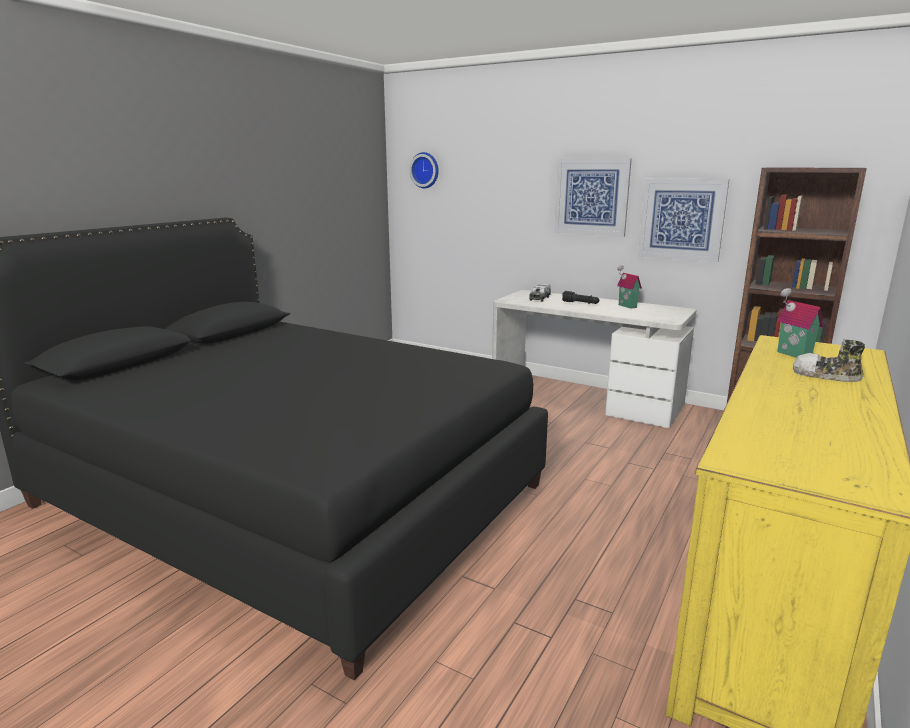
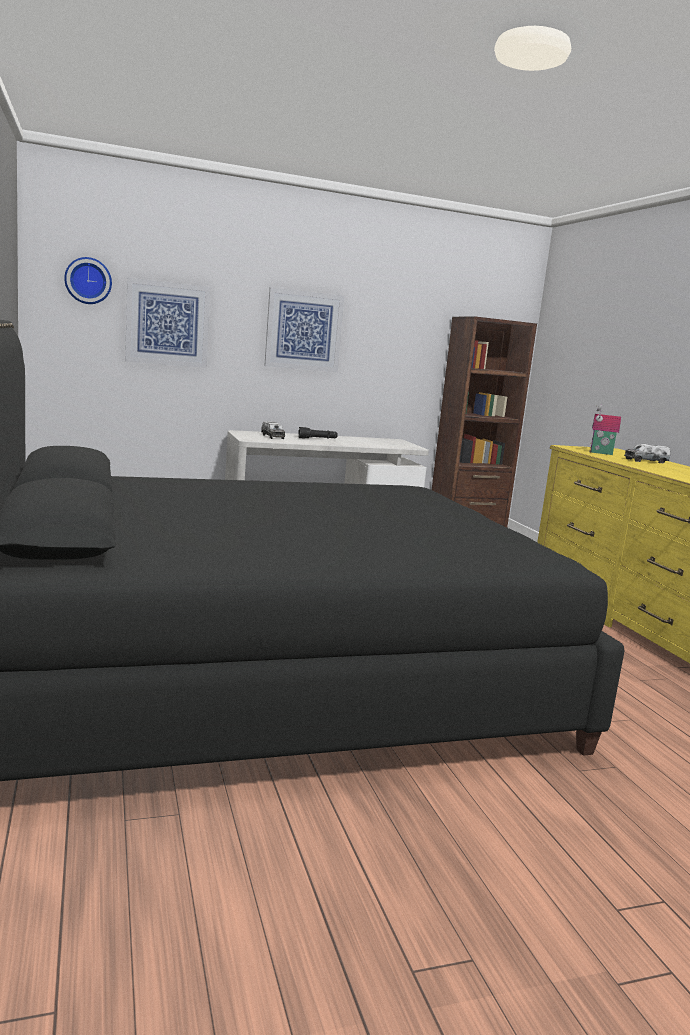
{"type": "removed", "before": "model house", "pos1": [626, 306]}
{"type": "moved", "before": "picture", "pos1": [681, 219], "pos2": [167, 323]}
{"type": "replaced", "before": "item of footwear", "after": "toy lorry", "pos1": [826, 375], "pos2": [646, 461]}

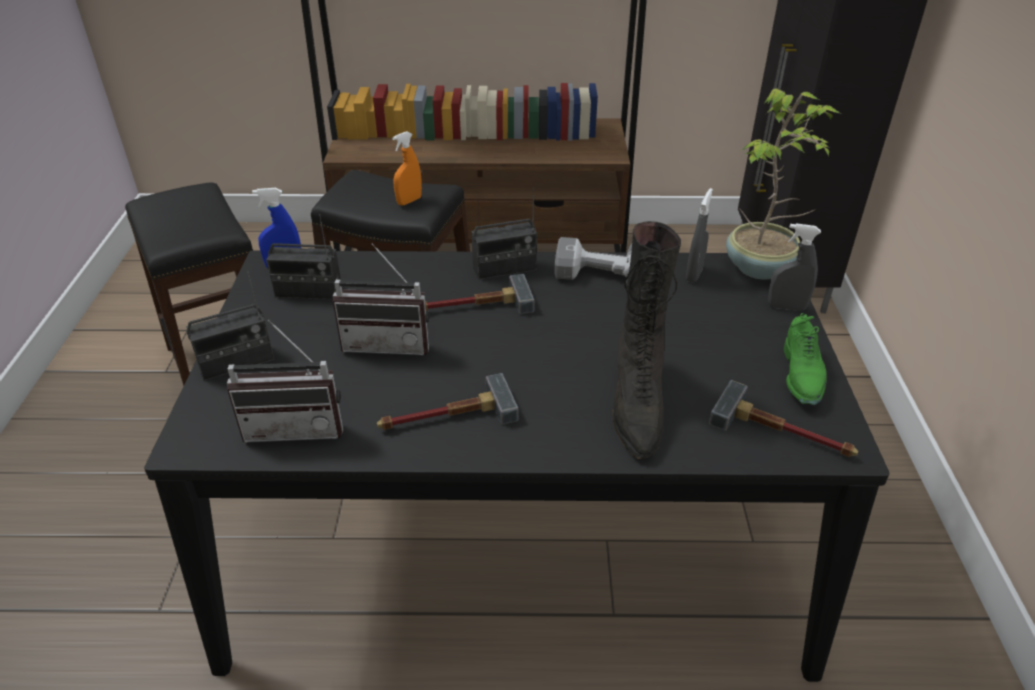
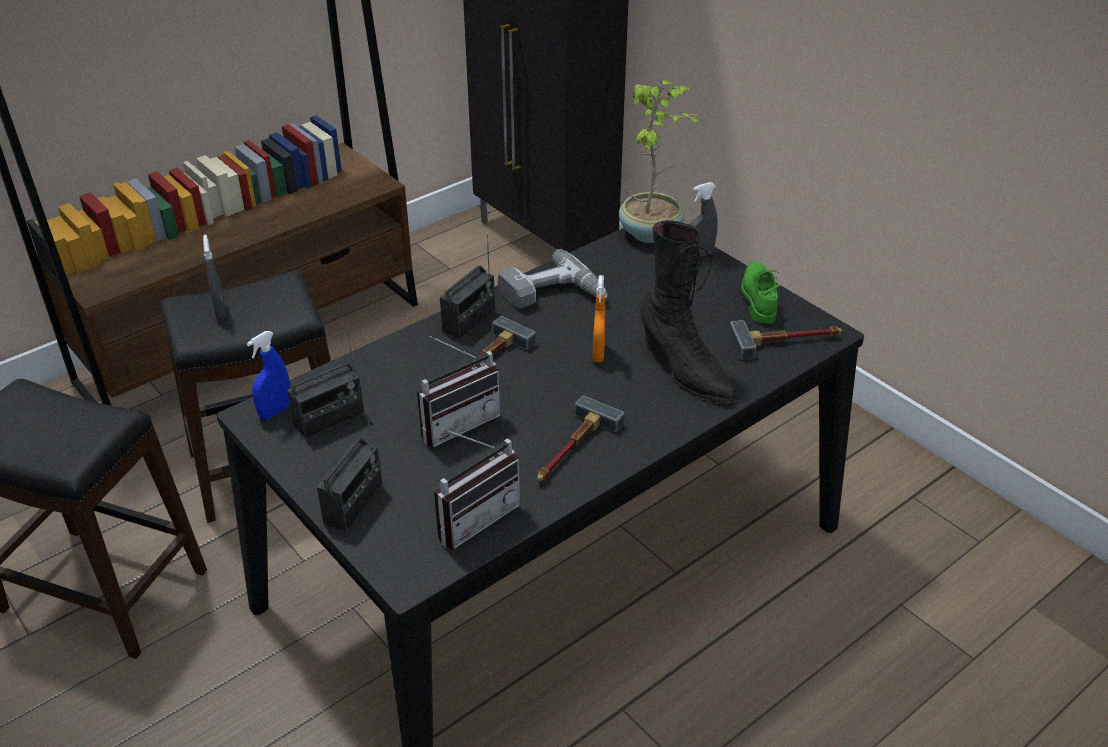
{"type": "moved", "before": "orange-coloured hand sprayer", "pos1": [409, 201], "pos2": [598, 353]}
{"type": "moved", "before": "grey hand sprayer", "pos1": [694, 274], "pos2": [220, 311]}
{"type": "turned", "before": "green item of footwear", "pos1": [802, 376], "pos2": [758, 298], "turn": -150}

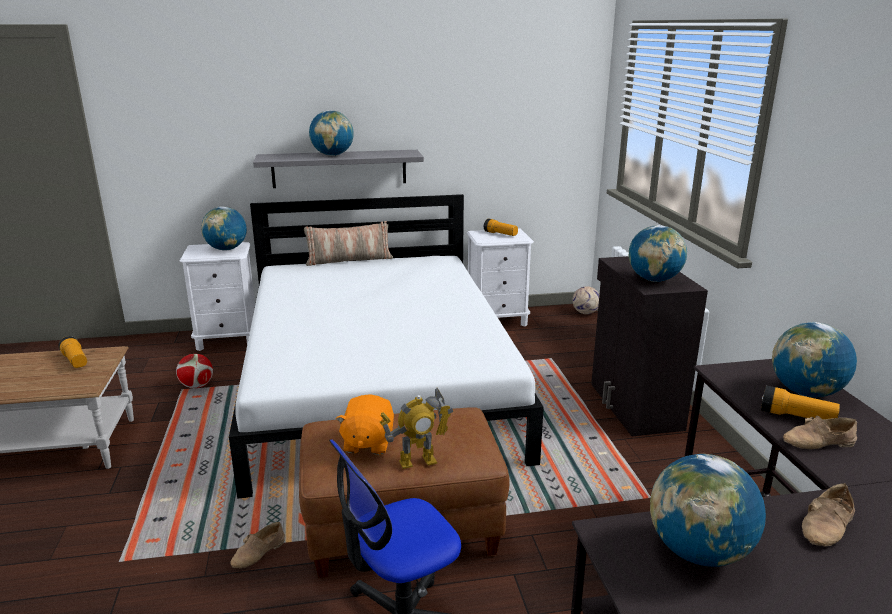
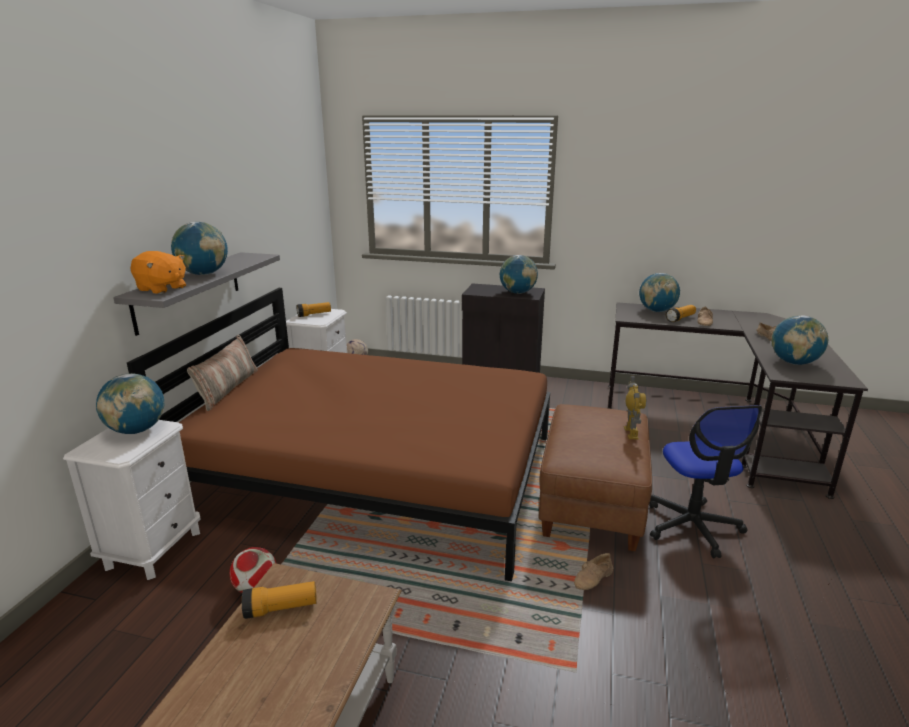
{"type": "moved", "before": "orange-coloured soft toy", "pos1": [367, 443], "pos2": [162, 289]}
{"type": "recoloured", "before": "whitish bed", "after": "brownish bed", "pos1": [377, 384], "pos2": [375, 471]}
{"type": "turned", "before": "beige-coloured item of footwear", "pos1": [259, 553], "pos2": [594, 578], "turn": 75}

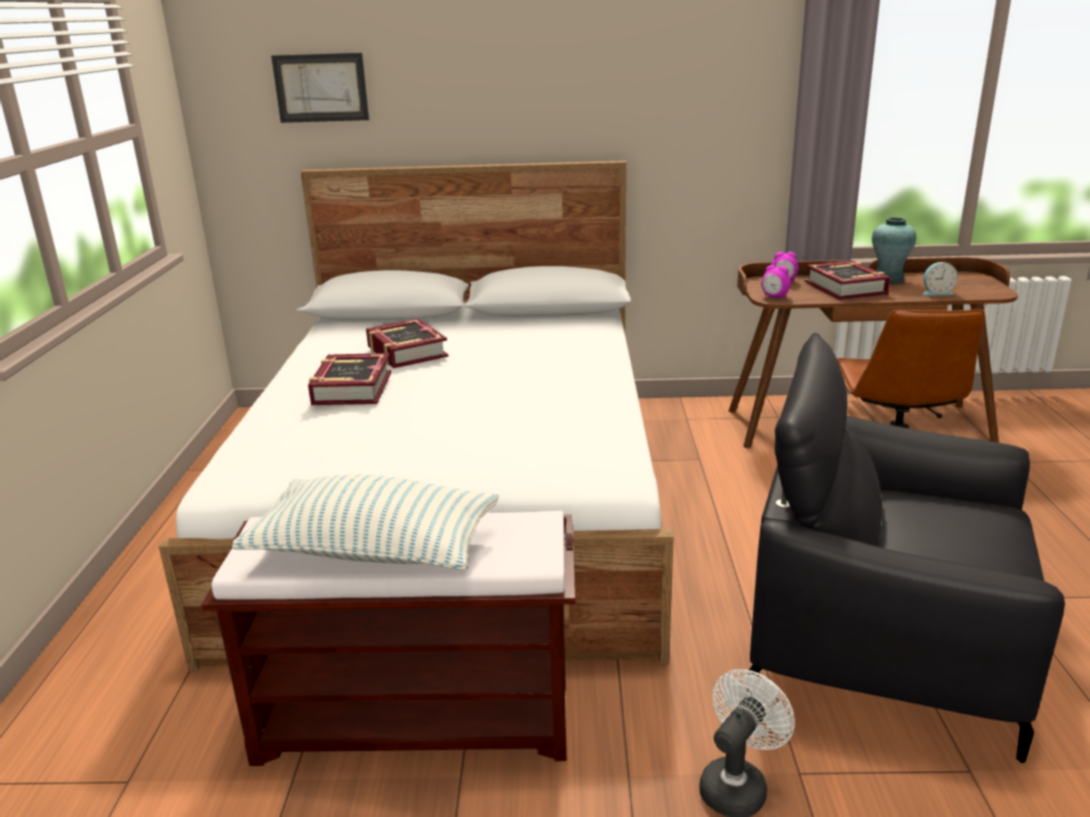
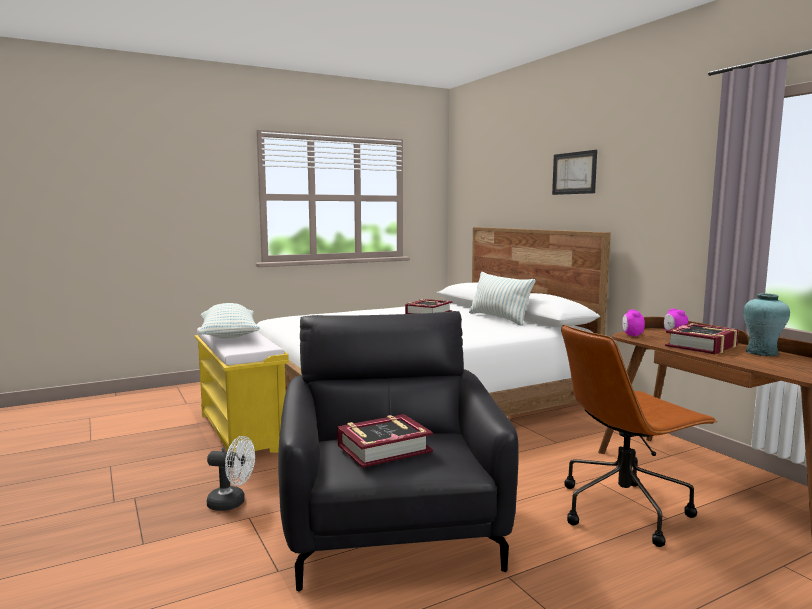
{"type": "removed", "before": "table clock", "pos1": [936, 293]}
{"type": "added", "after": "cushion", "pos2": [499, 318]}
{"type": "moved", "before": "picture", "pos1": [321, 88], "pos2": [574, 173]}
{"type": "moved", "before": "book", "pos1": [351, 388], "pos2": [384, 448]}
{"type": "recoloured", "before": "brownish bench", "after": "yellowish bench", "pos1": [419, 719], "pos2": [242, 433]}

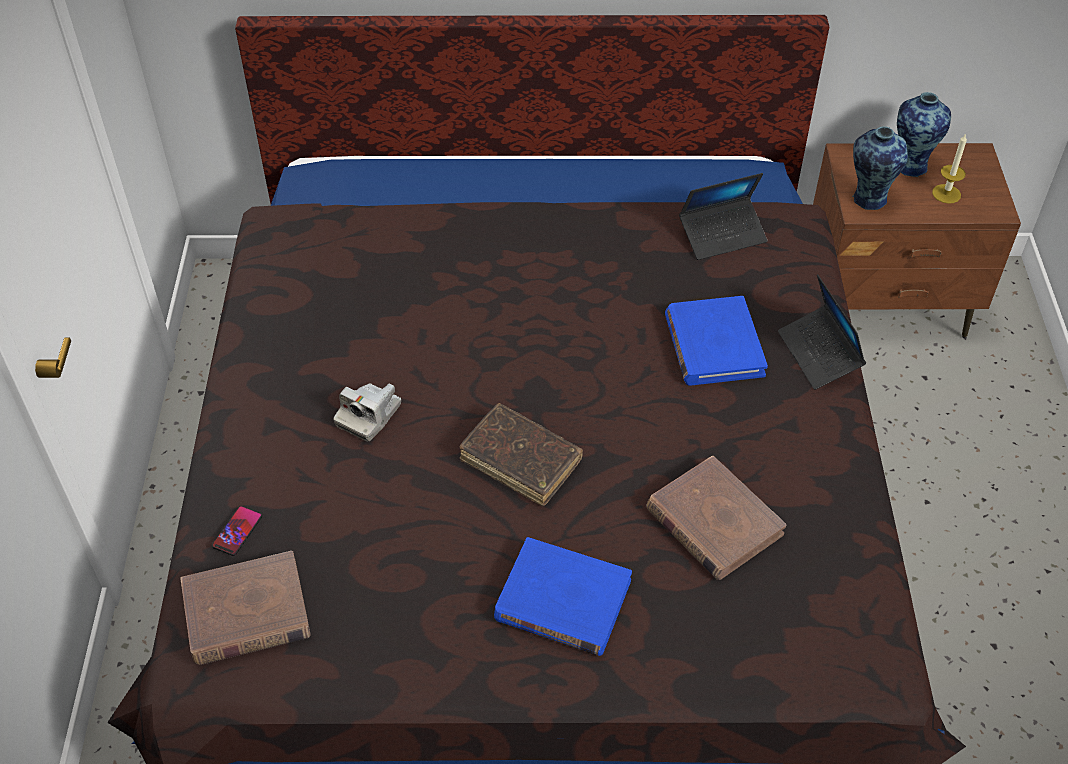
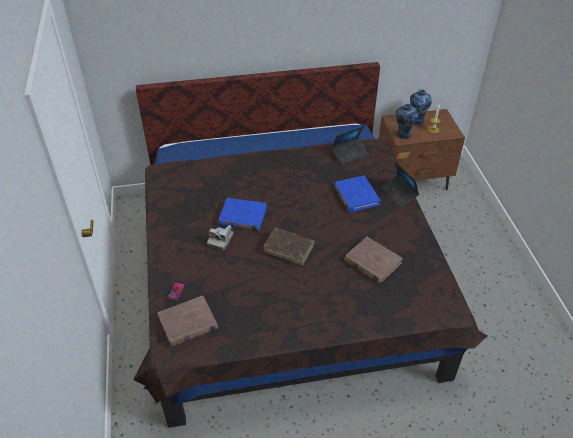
{"type": "moved", "before": "blue-coloured book", "pos1": [562, 601], "pos2": [242, 217]}

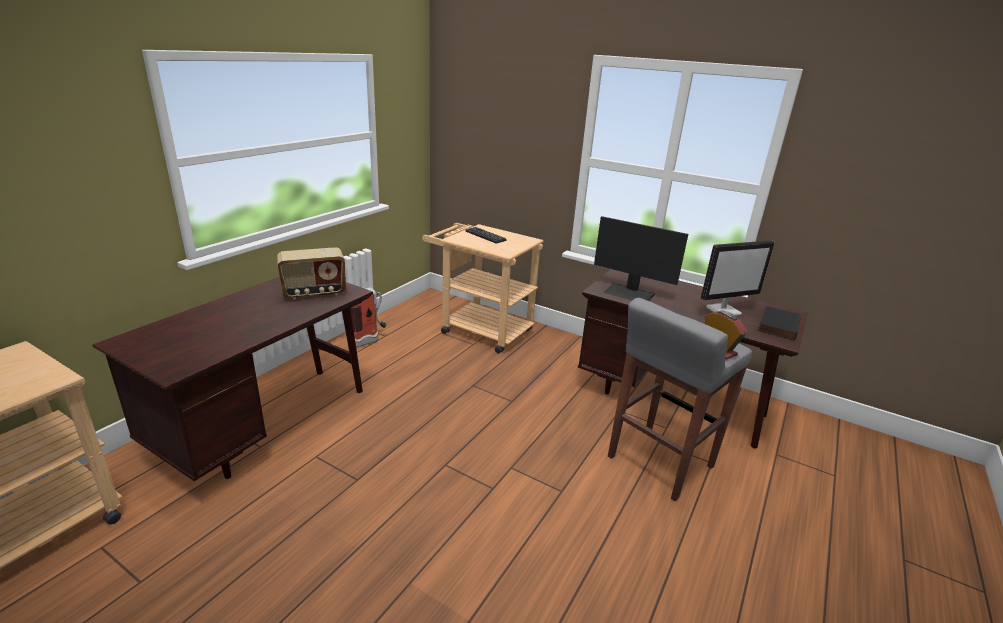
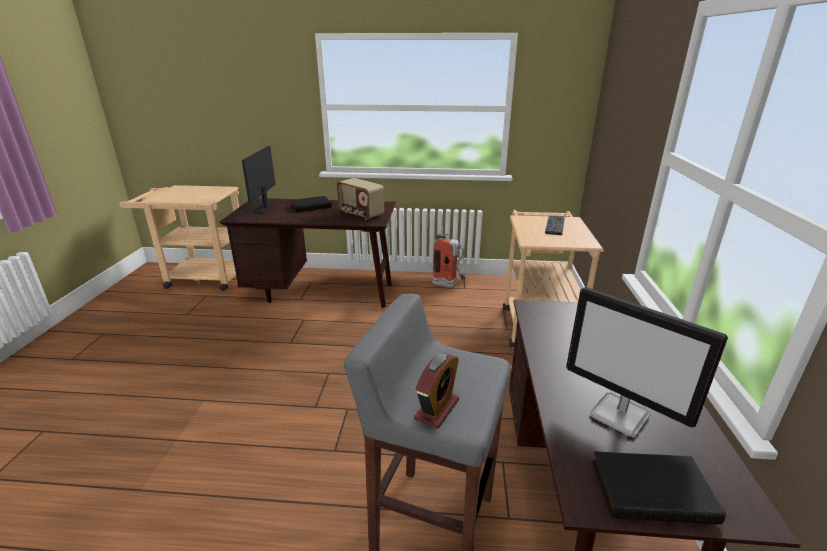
{"type": "added", "after": "black book", "pos2": [311, 206]}
{"type": "moved", "before": "computer screen", "pos1": [629, 293], "pos2": [260, 208]}

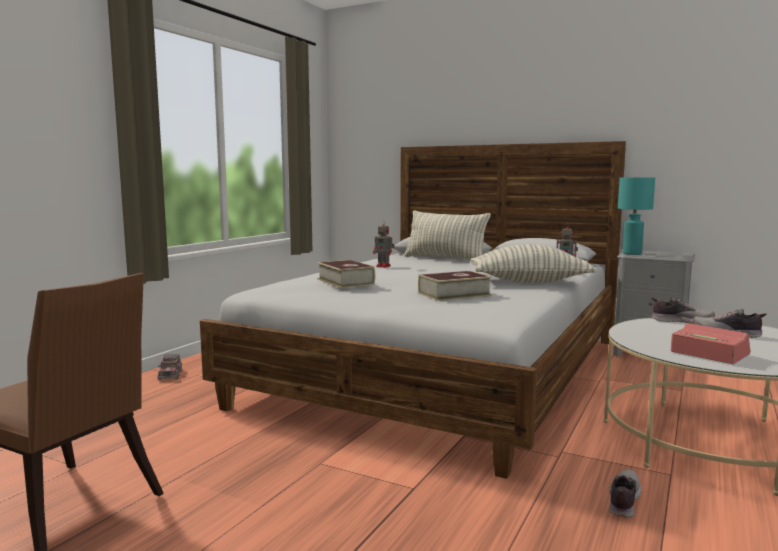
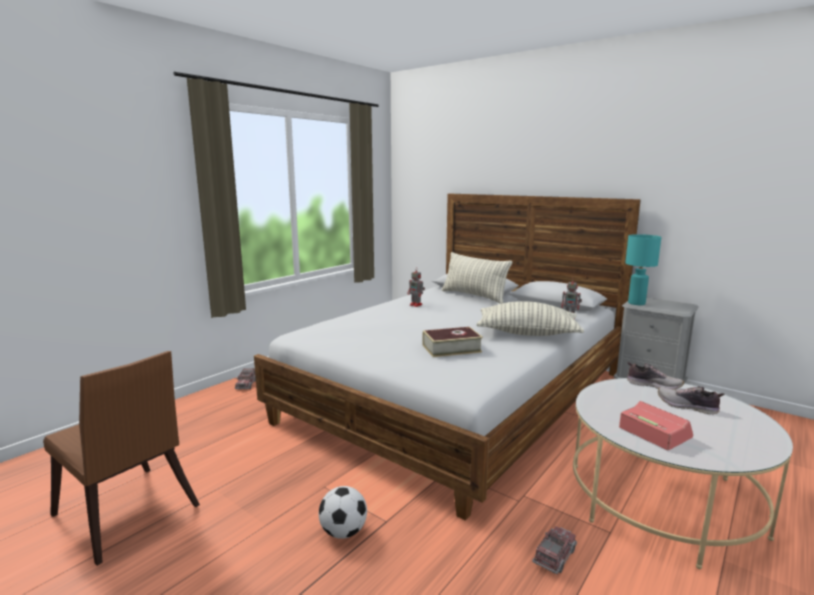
{"type": "removed", "before": "book", "pos1": [345, 281]}
{"type": "added", "after": "ball for football", "pos2": [343, 532]}
{"type": "replaced", "before": "item of footwear", "after": "toy lorry", "pos1": [622, 500], "pos2": [554, 556]}

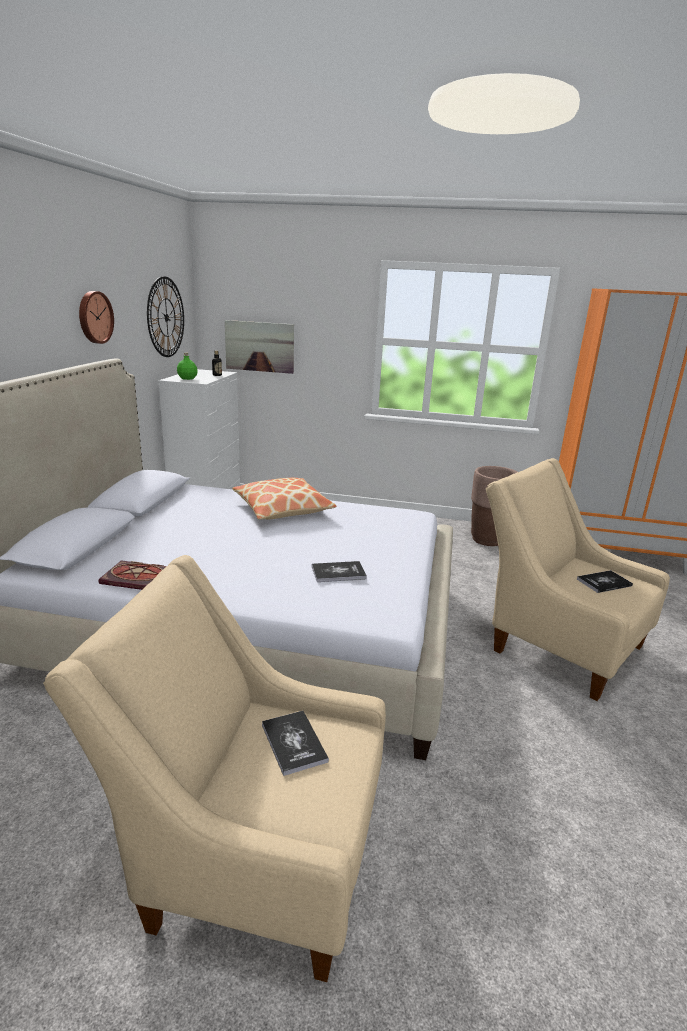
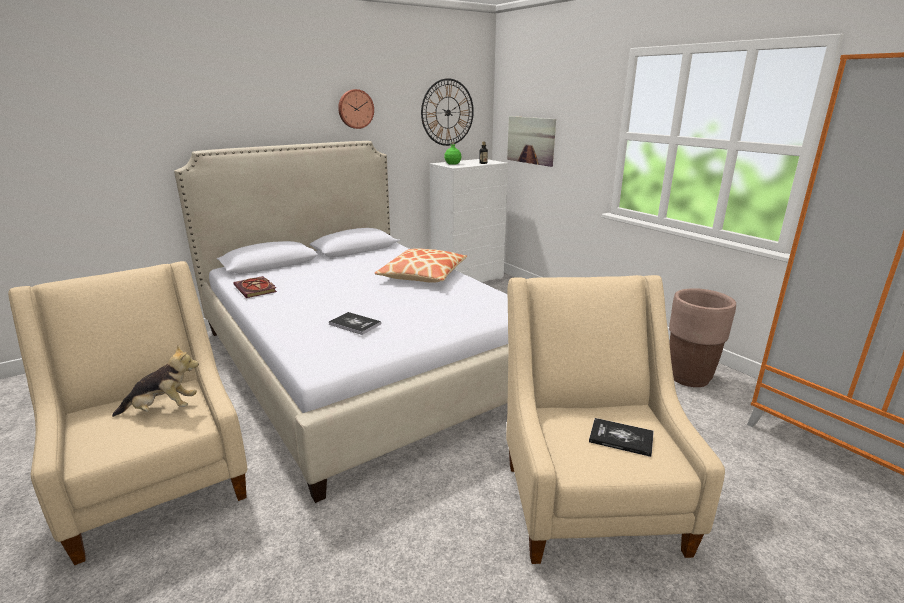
{"type": "replaced", "before": "book", "after": "soft toy", "pos1": [294, 743], "pos2": [162, 409]}

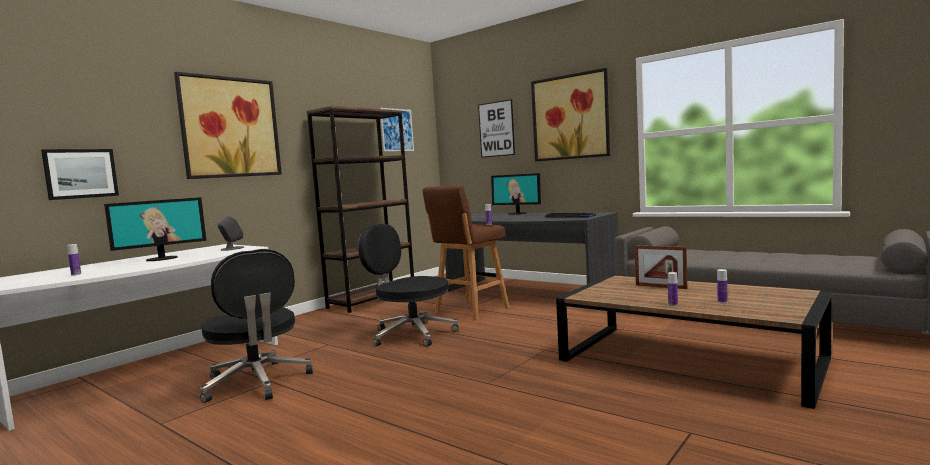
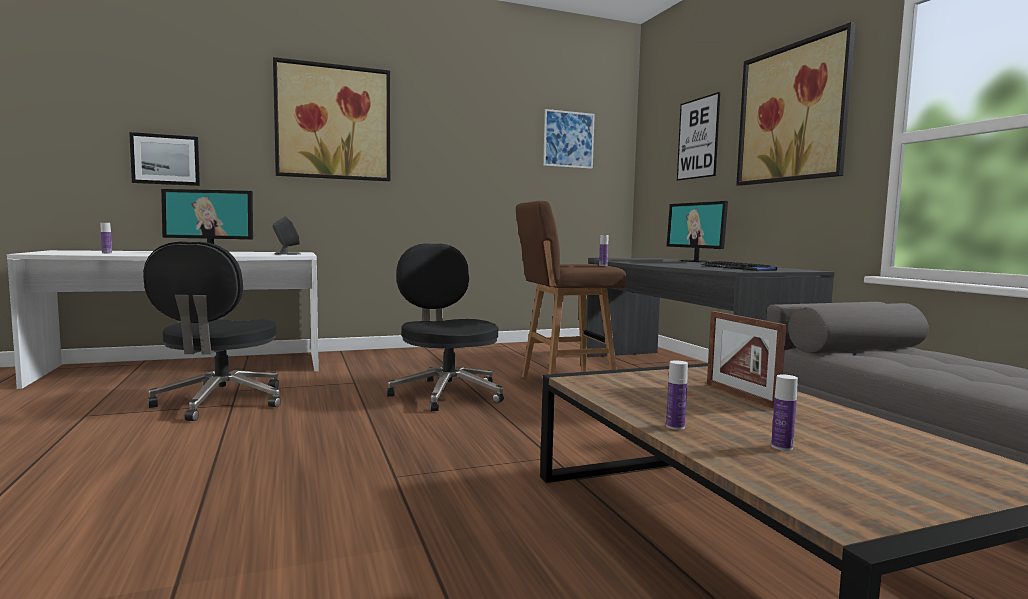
{"type": "removed", "before": "brownish bookshelf", "pos1": [372, 300]}

